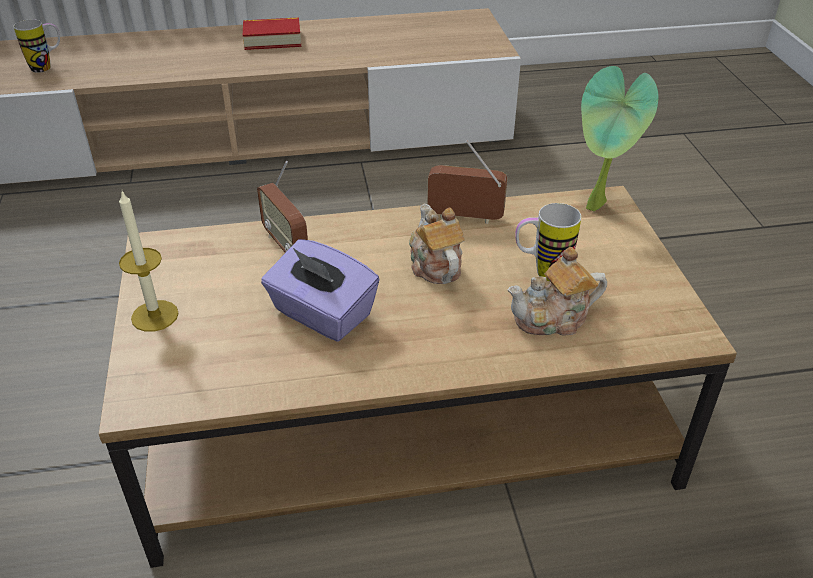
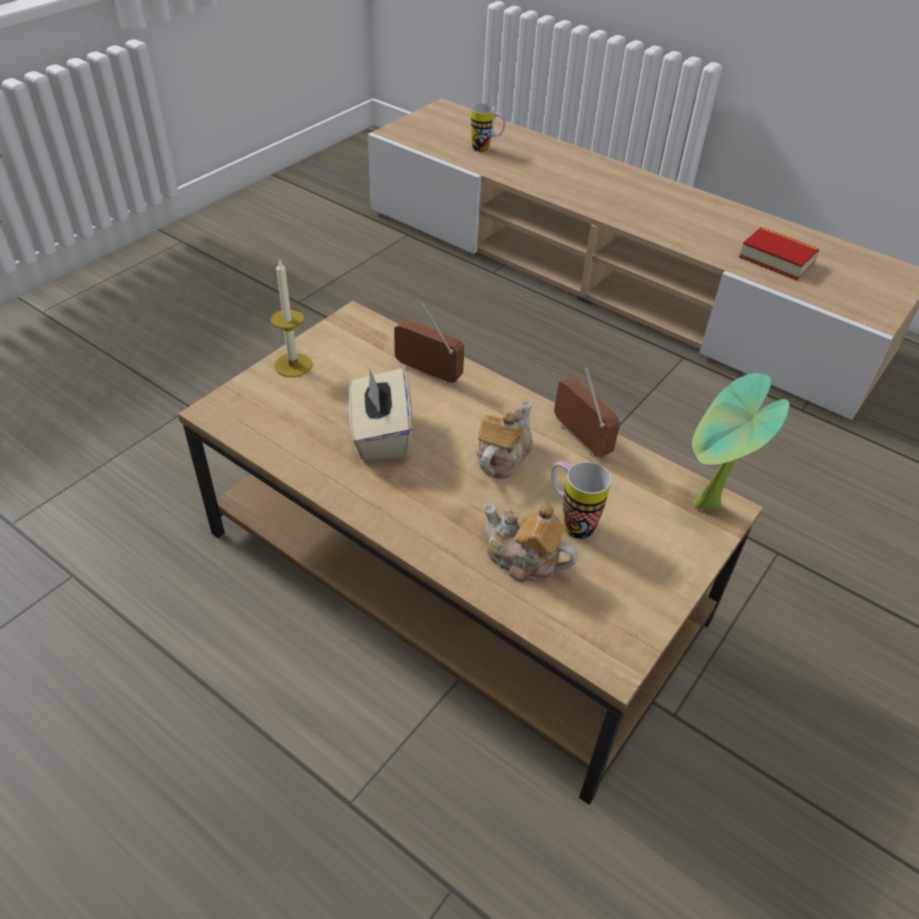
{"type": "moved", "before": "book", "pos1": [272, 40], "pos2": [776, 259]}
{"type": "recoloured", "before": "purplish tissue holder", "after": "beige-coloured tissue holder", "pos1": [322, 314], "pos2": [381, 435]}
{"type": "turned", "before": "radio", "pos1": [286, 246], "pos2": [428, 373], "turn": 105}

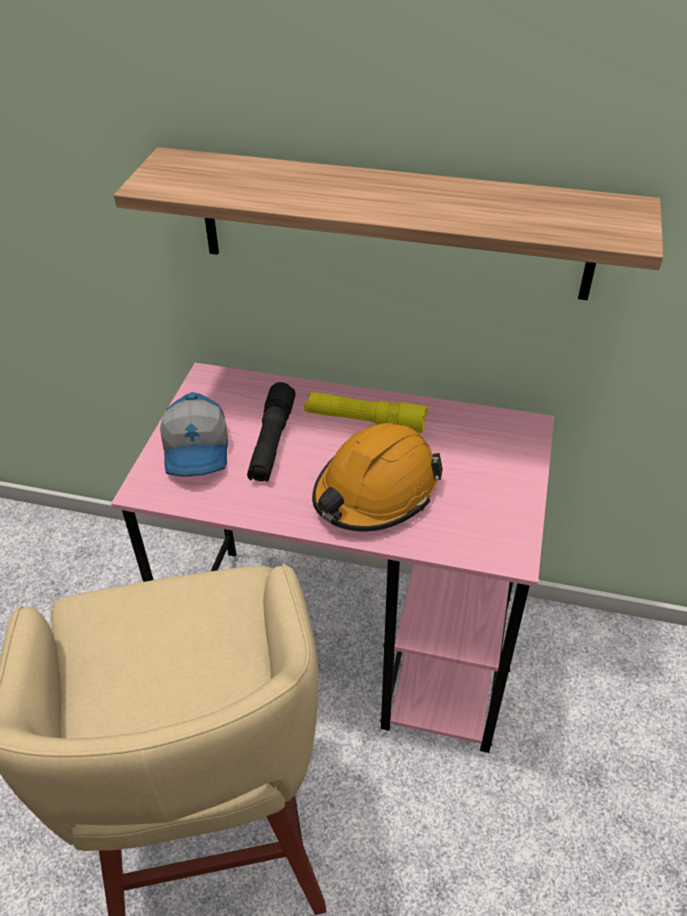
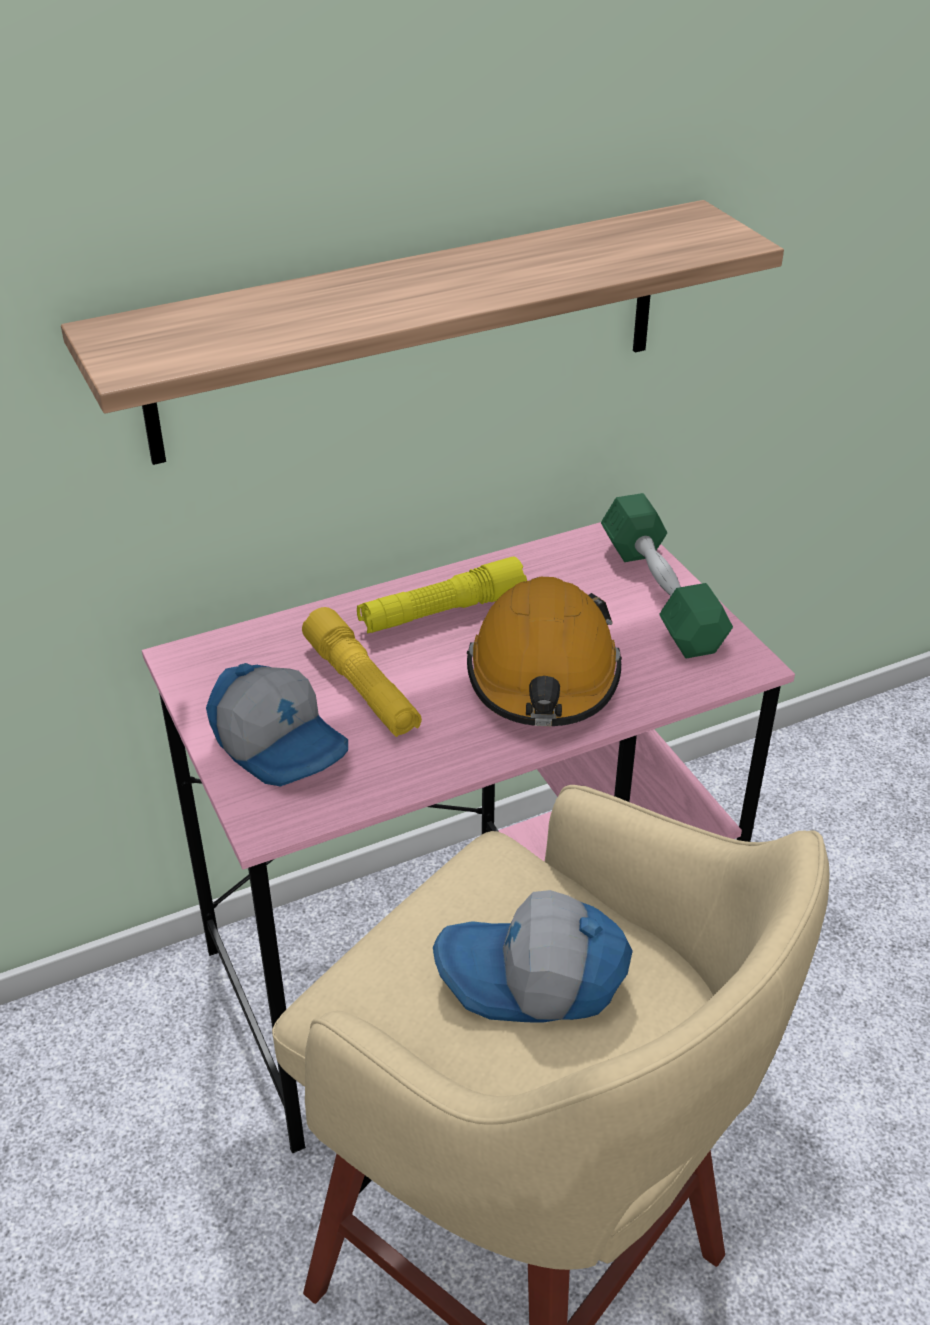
{"type": "added", "after": "cap", "pos2": [532, 979]}
{"type": "added", "after": "green hand weight", "pos2": [660, 594]}
{"type": "recoloured", "before": "black hand torch", "after": "yellowish hand torch", "pos1": [272, 442], "pos2": [362, 687]}

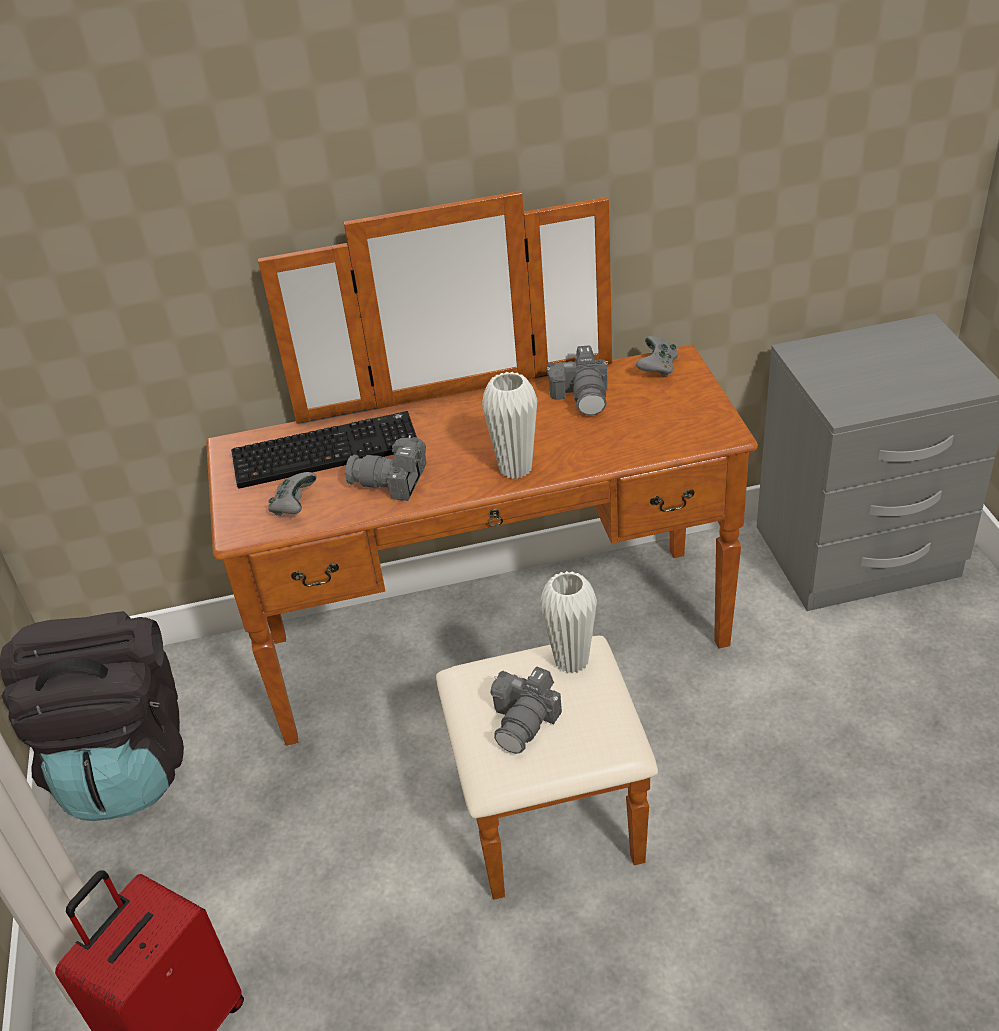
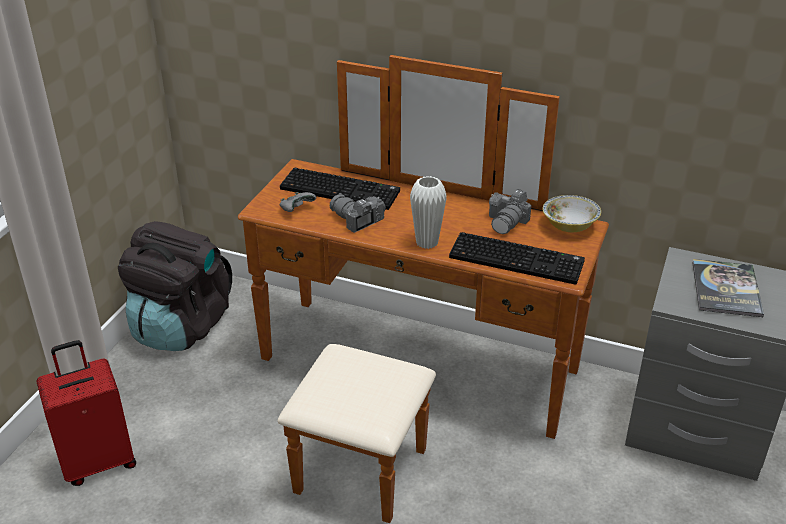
{"type": "removed", "before": "still camera", "pos1": [525, 720]}
{"type": "removed", "before": "whitish vase", "pos1": [571, 661]}
{"type": "added", "after": "PC keyboard", "pos2": [518, 259]}
{"type": "added", "after": "book", "pos2": [726, 289]}
{"type": "replaced", "before": "grey game controller", "after": "deep dish", "pos1": [657, 368], "pos2": [569, 226]}

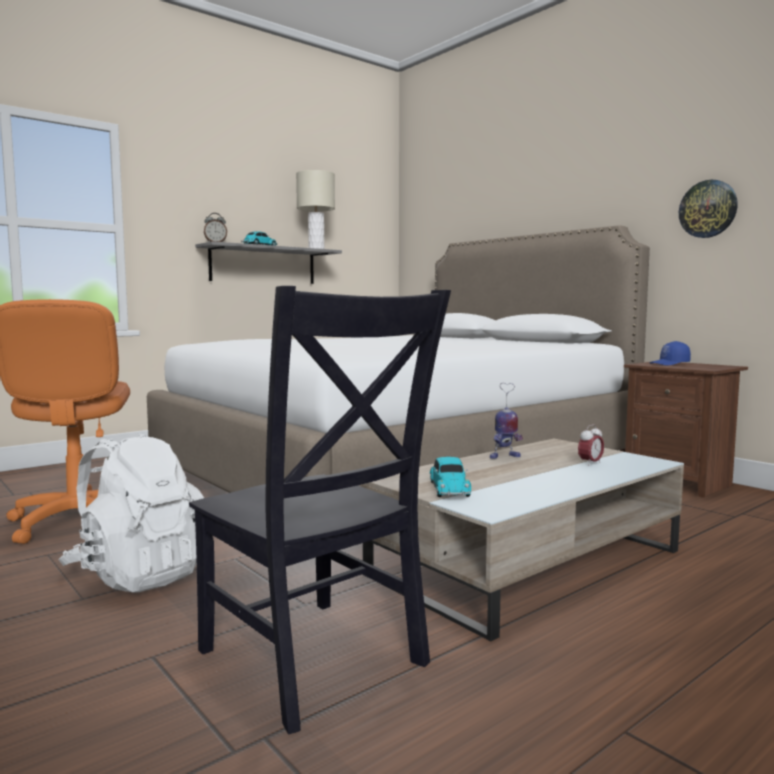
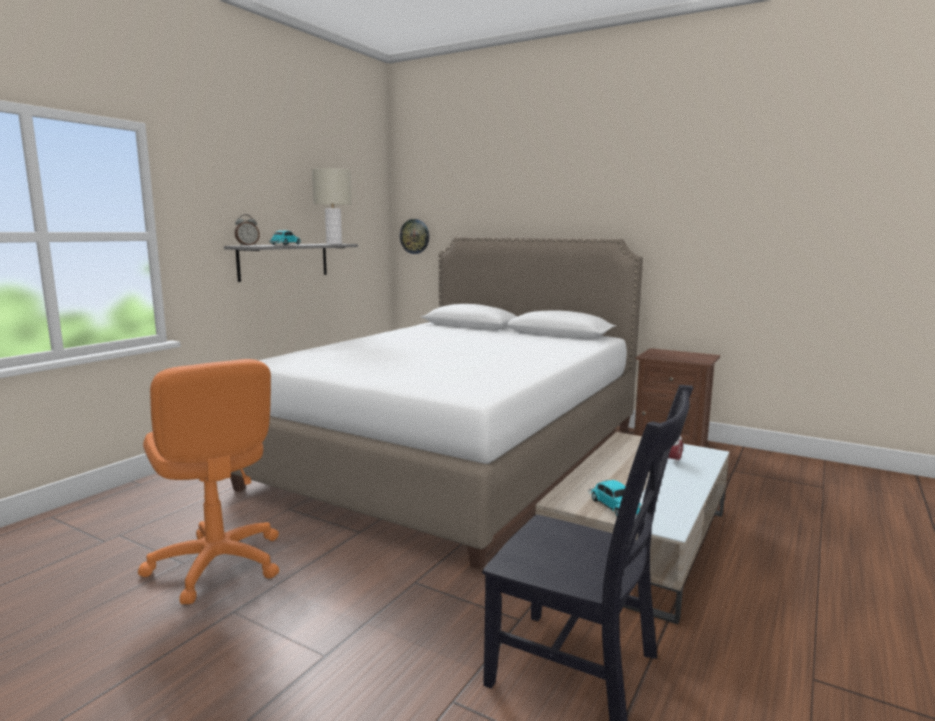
{"type": "removed", "before": "whitish backpack", "pos1": [138, 574]}
{"type": "removed", "before": "toy robot", "pos1": [504, 457]}
{"type": "removed", "before": "blue-coloured cap", "pos1": [670, 364]}
{"type": "moved", "before": "clock on the wall", "pos1": [708, 209], "pos2": [415, 236]}

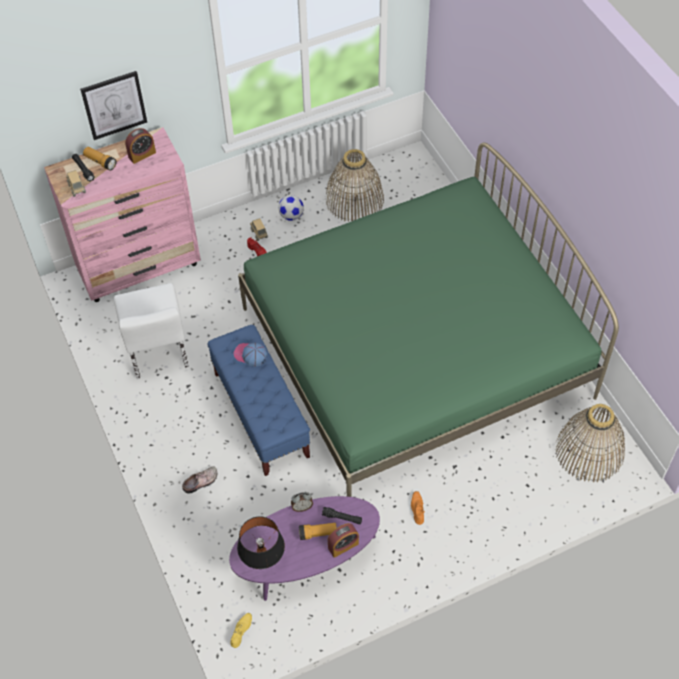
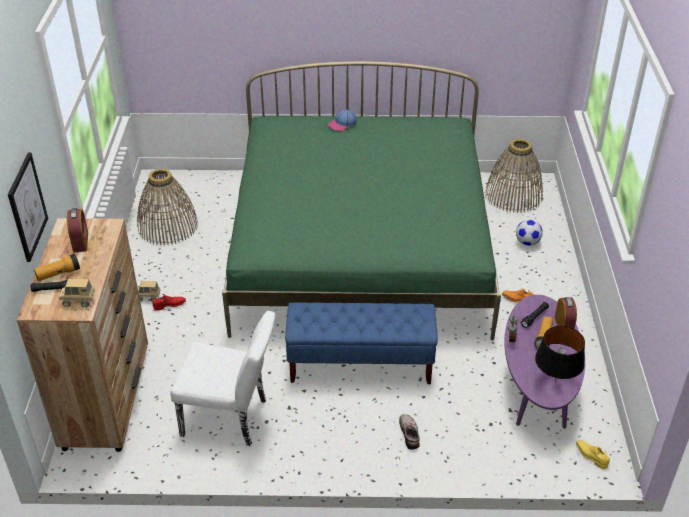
{"type": "moved", "before": "cap", "pos1": [250, 355], "pos2": [342, 124]}
{"type": "moved", "before": "ball for football", "pos1": [291, 216], "pos2": [527, 242]}
{"type": "recoloured", "before": "pinkish dresser", "after": "brownish dresser", "pos1": [140, 267], "pos2": [107, 398]}

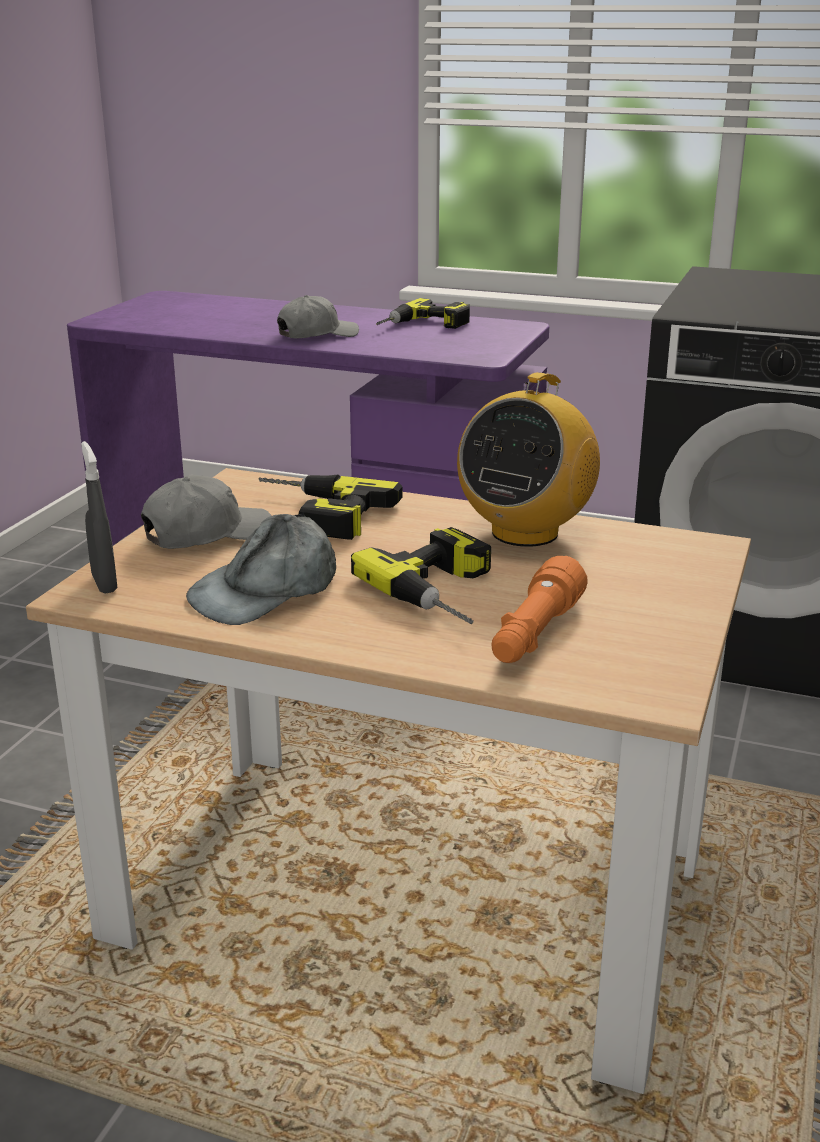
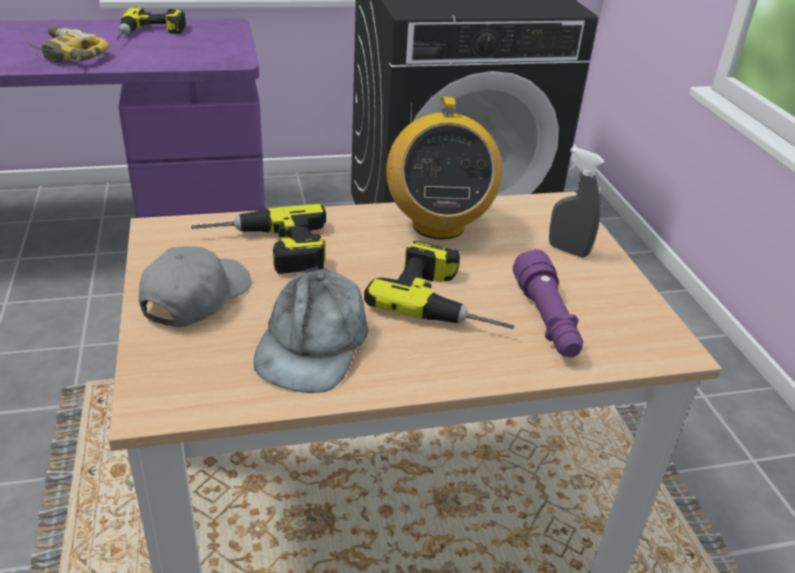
{"type": "moved", "before": "grey hand sprayer", "pos1": [104, 583], "pos2": [568, 250]}
{"type": "replaced", "before": "grey cap", "after": "electric drill", "pos1": [317, 334], "pos2": [65, 55]}
{"type": "recoloured", "before": "orange-coloured hand torch", "after": "purplish hand torch", "pos1": [534, 635], "pos2": [546, 320]}

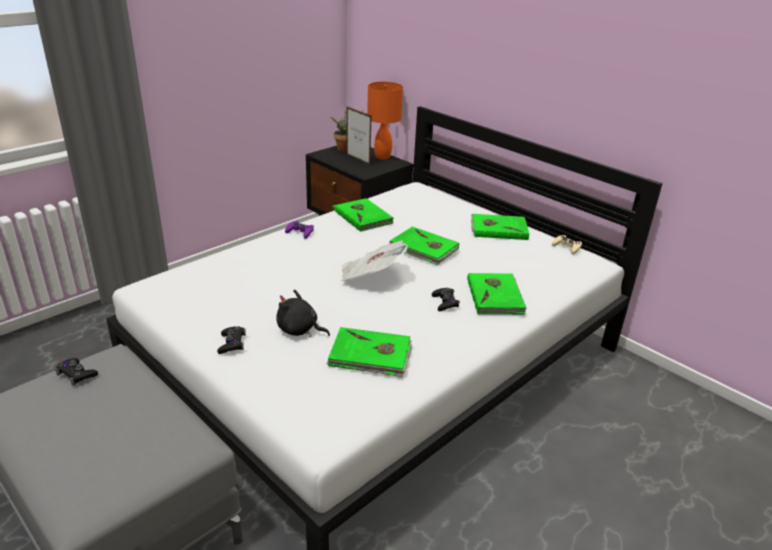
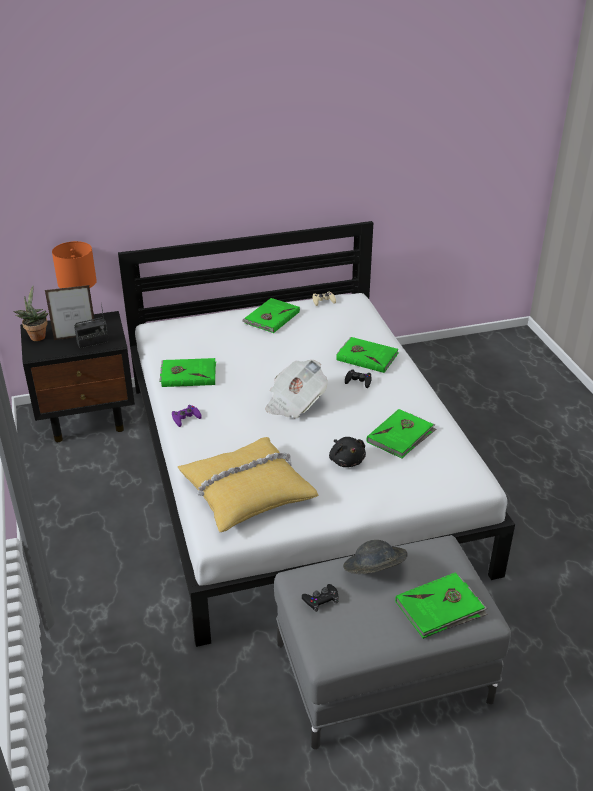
{"type": "removed", "before": "black game controller", "pos1": [232, 343]}
{"type": "added", "after": "radio", "pos2": [93, 342]}
{"type": "added", "after": "yellowish cushion", "pos2": [246, 491]}
{"type": "added", "after": "grey wearable hat", "pos2": [374, 571]}
{"type": "moved", "before": "green book", "pos1": [424, 249], "pos2": [440, 608]}
{"type": "turned", "before": "black soft toy", "pos1": [299, 330], "pos2": [346, 460], "turn": -75}

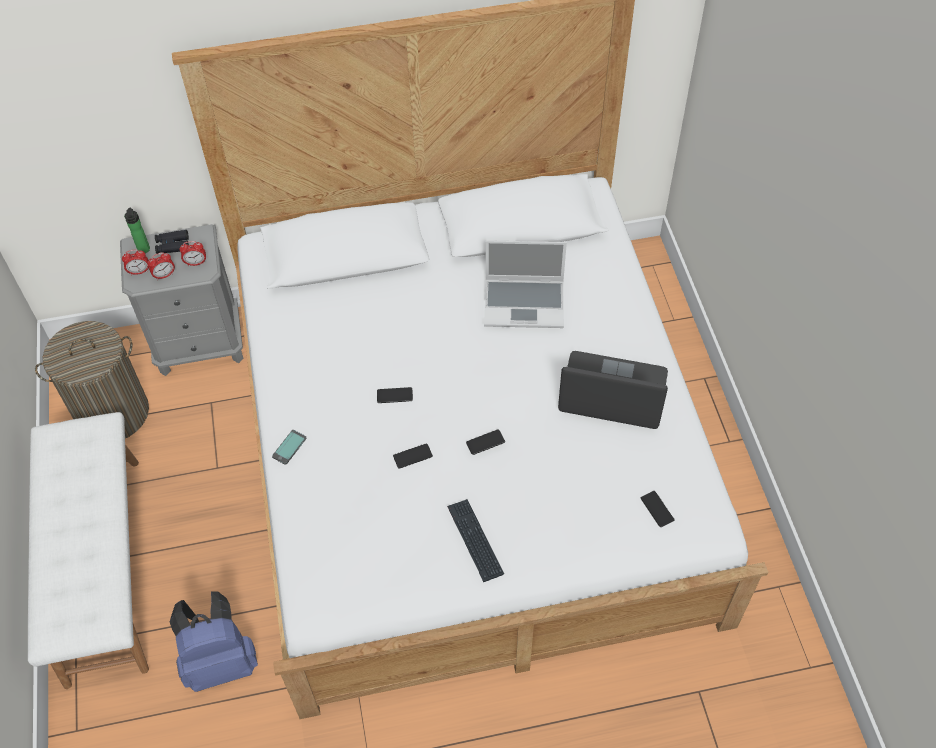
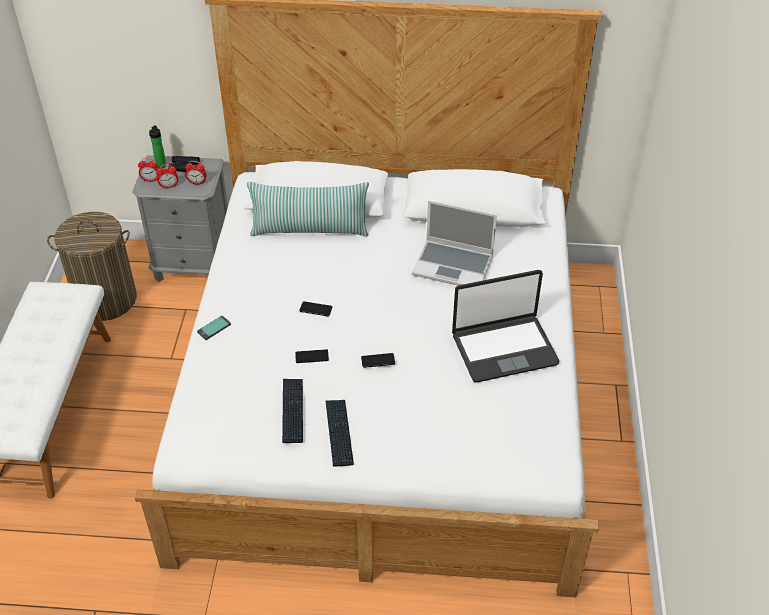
{"type": "removed", "before": "blue-coloured backpack", "pos1": [221, 661]}
{"type": "removed", "before": "telephone", "pos1": [657, 509]}
{"type": "added", "after": "cushion", "pos2": [310, 230]}
{"type": "added", "after": "PC keyboard", "pos2": [292, 411]}
{"type": "turned", "before": "laptop", "pos1": [612, 393], "pos2": [504, 348], "turn": 135}

